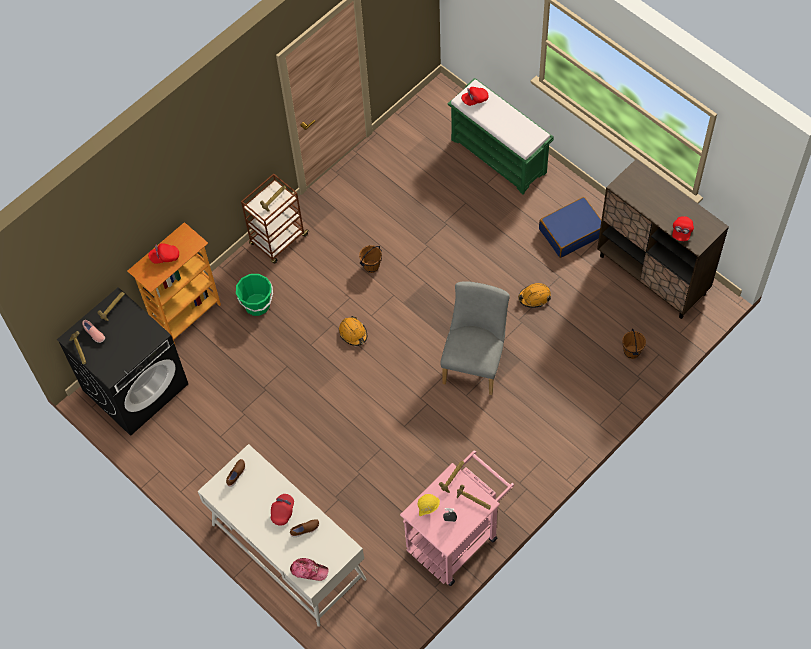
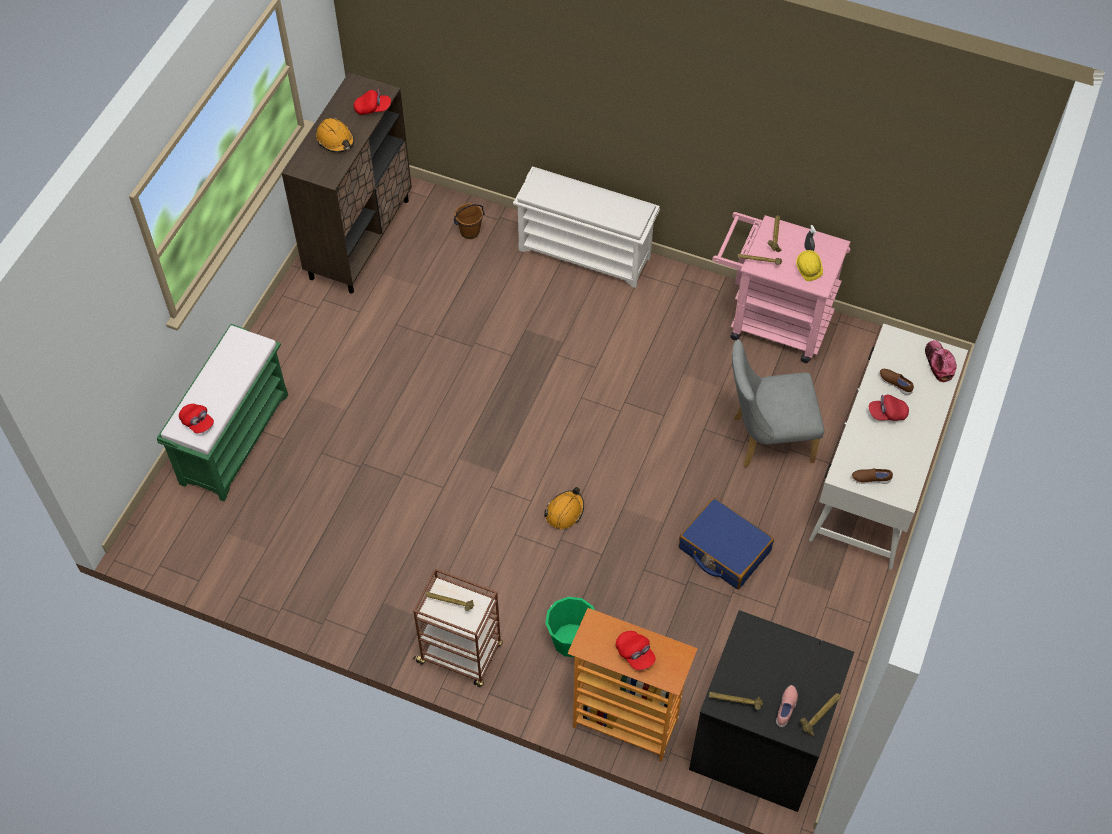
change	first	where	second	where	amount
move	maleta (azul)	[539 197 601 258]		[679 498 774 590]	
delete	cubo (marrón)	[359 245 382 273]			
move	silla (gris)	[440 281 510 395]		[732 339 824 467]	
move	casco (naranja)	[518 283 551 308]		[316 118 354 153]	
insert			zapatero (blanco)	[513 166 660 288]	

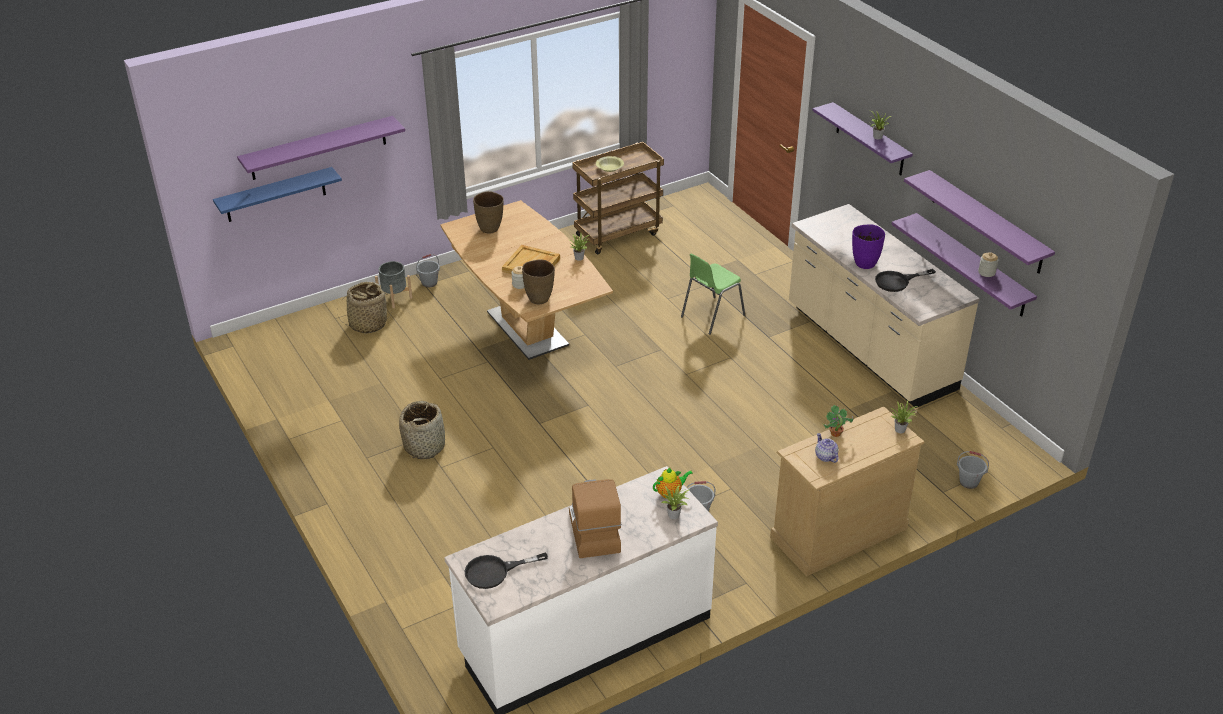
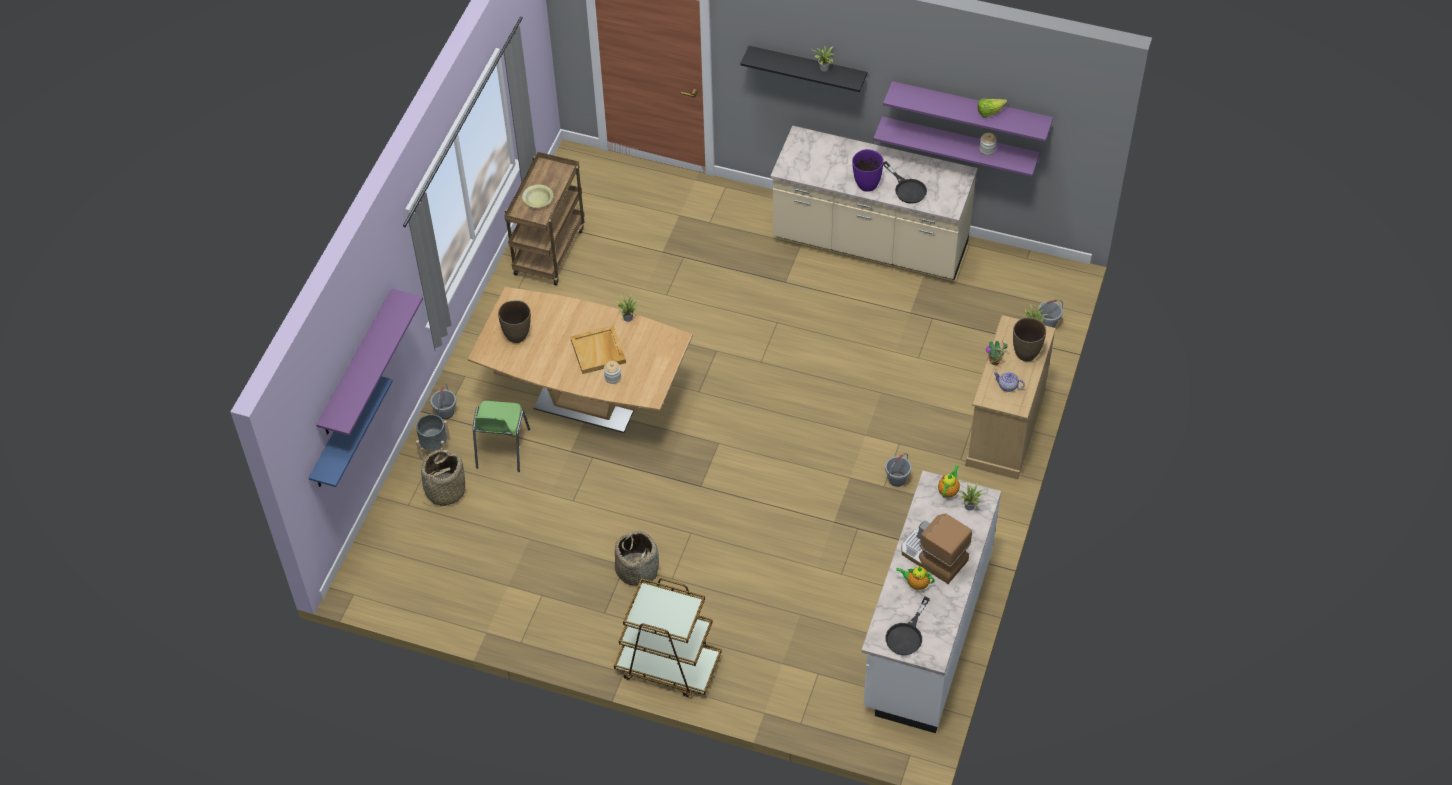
change	first	where	second	where	amount
recolor	estante (morado)	[812 102 913 175]	estante (negro)	[740 46 867 92]	
move	silla (verde)	[681 254 745 335]		[473 401 530 472]	
move	florero (marrón)	[522 259 555 304]		[1013 318 1046 361]	
rotate	sartén (negro)	[875 269 936 292]		[883 161 927 204]	60 degrees counterclockwise
insert			lechuga	[977 99 1007 118]	
insert			tetera	[896 567 935 590]	
insert			carrito (marrón)	[614 578 722 697]	

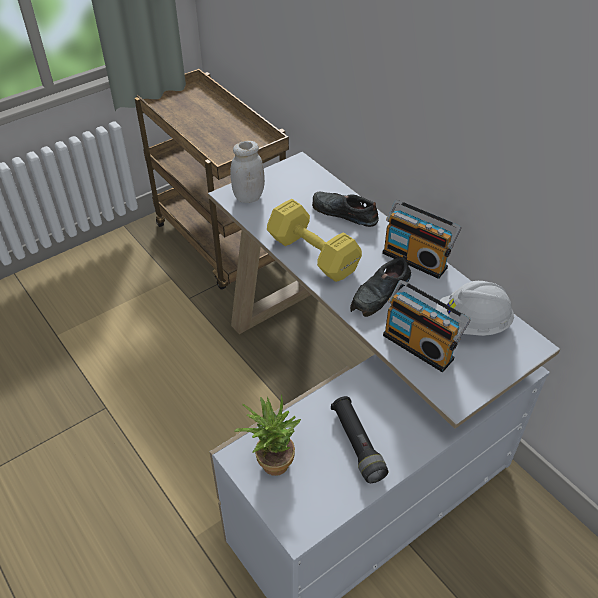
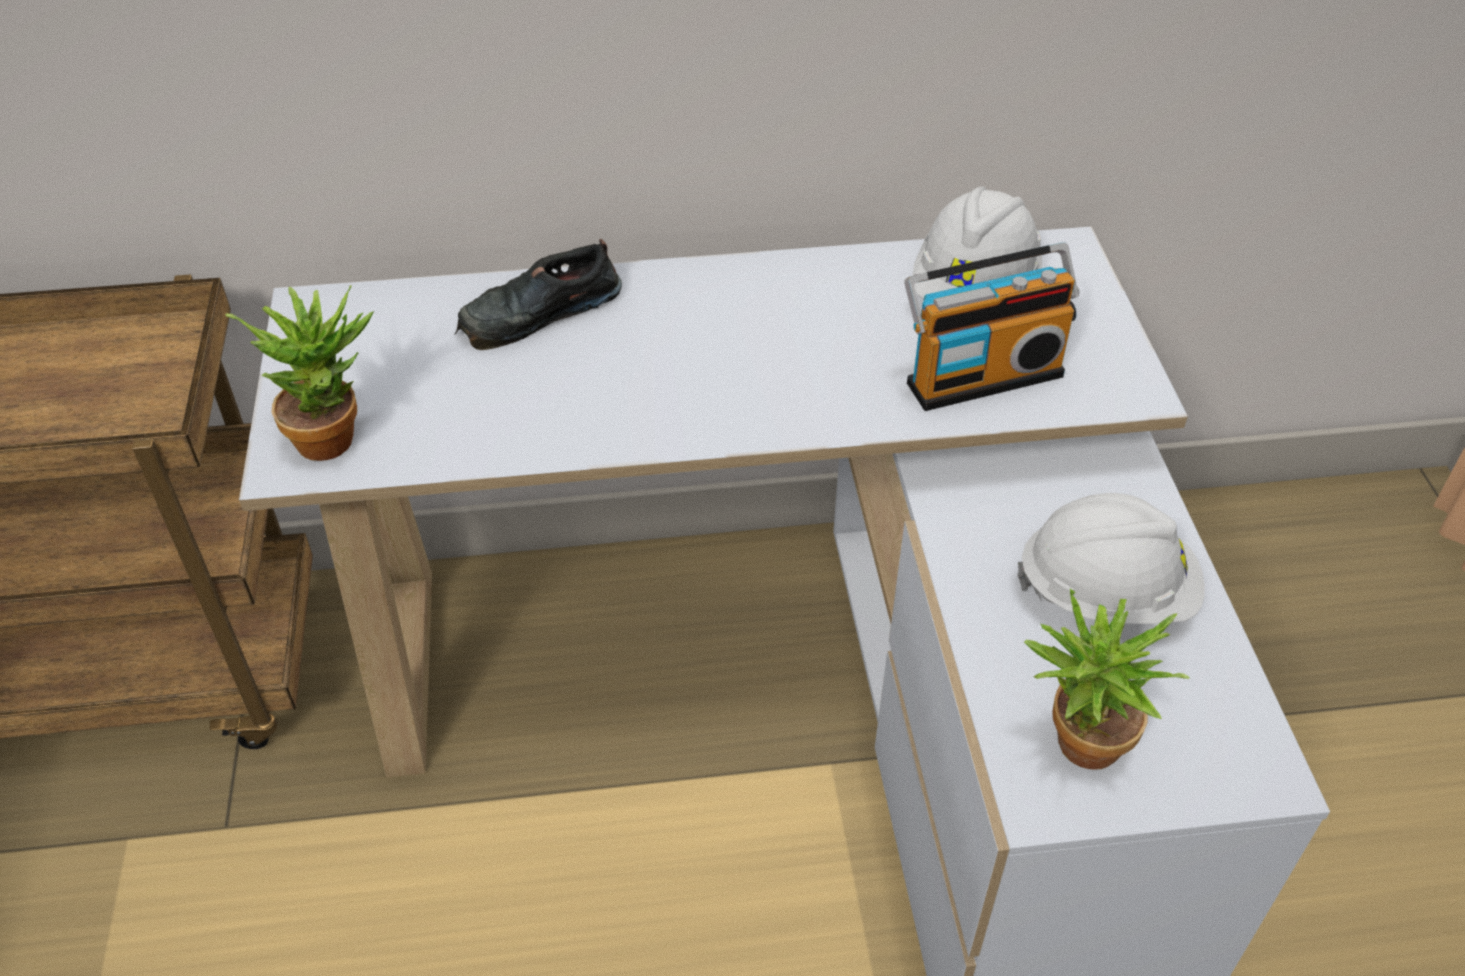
change	first	where	second	where	amount
replace	tarro (blanco)	[230 141 265 203]	planta en maceta	[225 285 374 461]	
delete	mancuerna (amarillo)	[267 199 362 282]			
delete	radio	[382 200 461 279]			
delete	zapato (negro)	[350 255 411 317]			
replace	linterna (negro)	[331 396 388 483]	casco (blanco)	[1017 493 1205 624]	

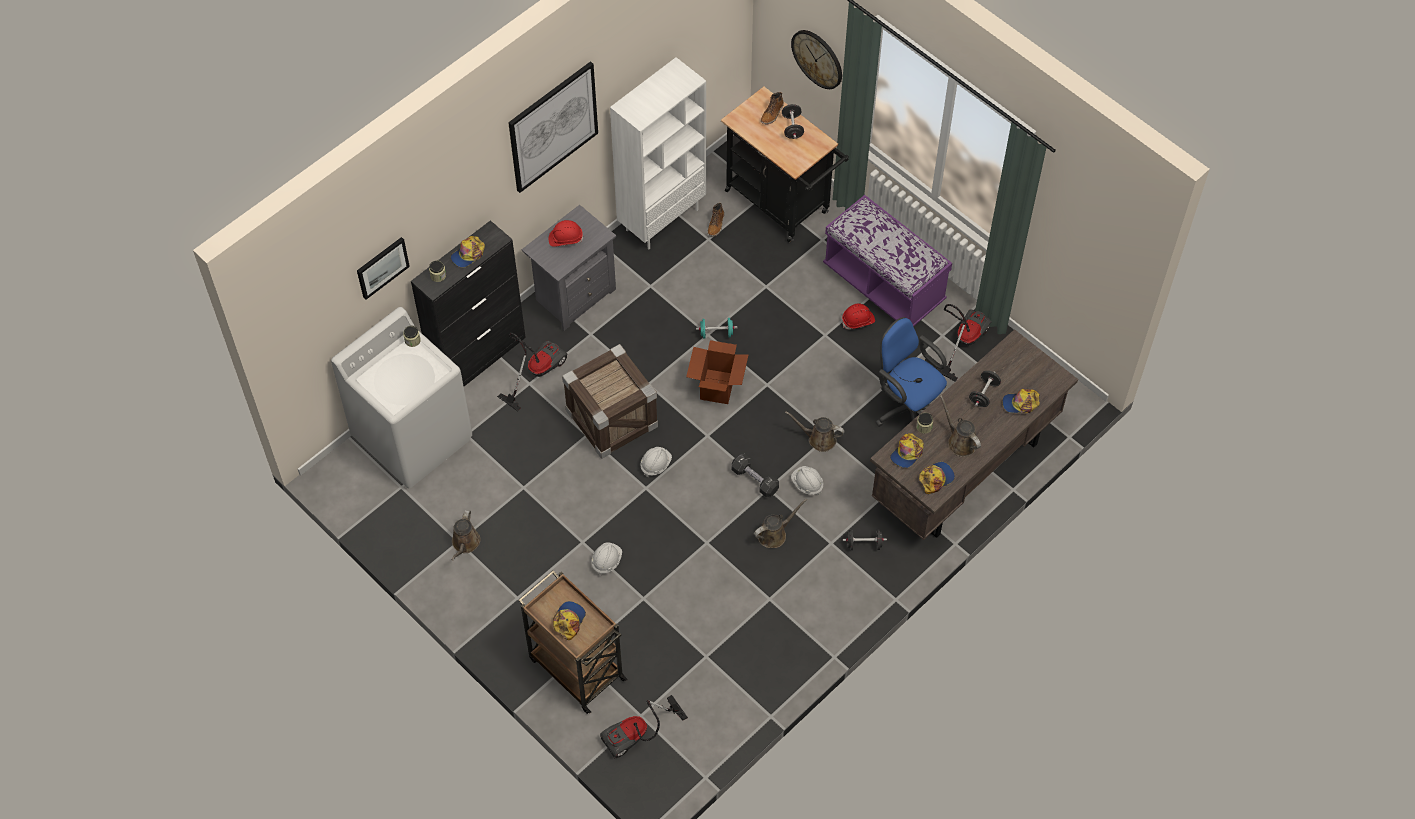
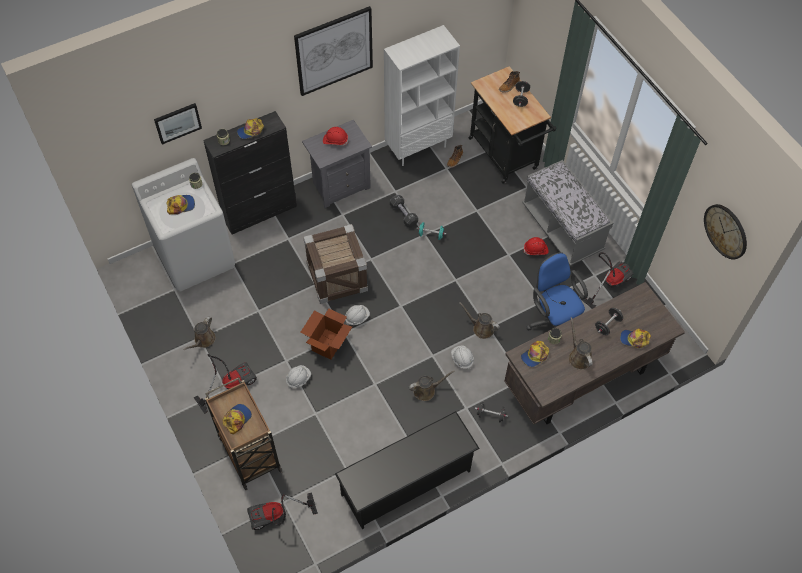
change	first	where	second	where	amount
move	reloj de pared	[791 30 842 89]		[704 204 747 259]	
recolor	banco (morado)	[823 195 952 327]	banco (gris)	[522 160 613 266]	
move	aspiradora	[497 333 568 411]		[194 354 257 414]	
move	caja de cartón	[686 340 749 404]		[300 308 352 360]	
move	mancuerna (negro)	[732 454 779 497]		[390 195 418 227]	
move	gorra	[919 462 955 494]		[166 195 195 215]	
insert			zapatero (negro)	[335 411 480 529]	

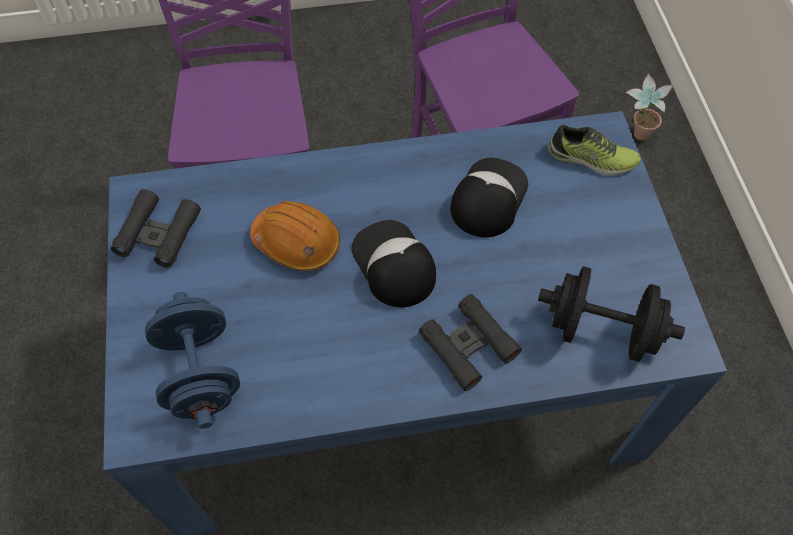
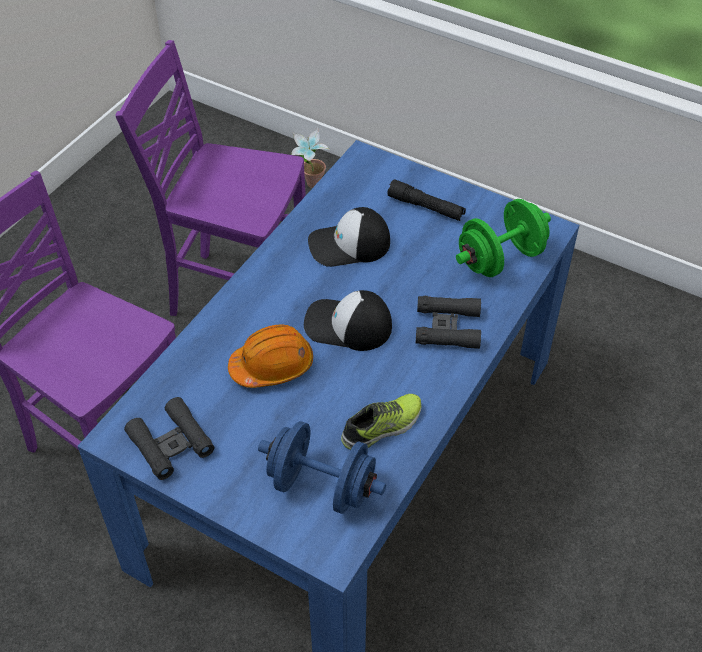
change	first	where	second	where	amount
move	zapato	[548 125 640 176]		[341 394 421 450]	
rotate	gorra	[450 158 528 237]		[308 207 390 267]	75 degrees counterclockwise
recolor	mancuerna (negro)	[538 266 685 362]	mancuerna (verde)	[456 199 551 277]	
insert			linterna (negro)	[387 180 466 221]	

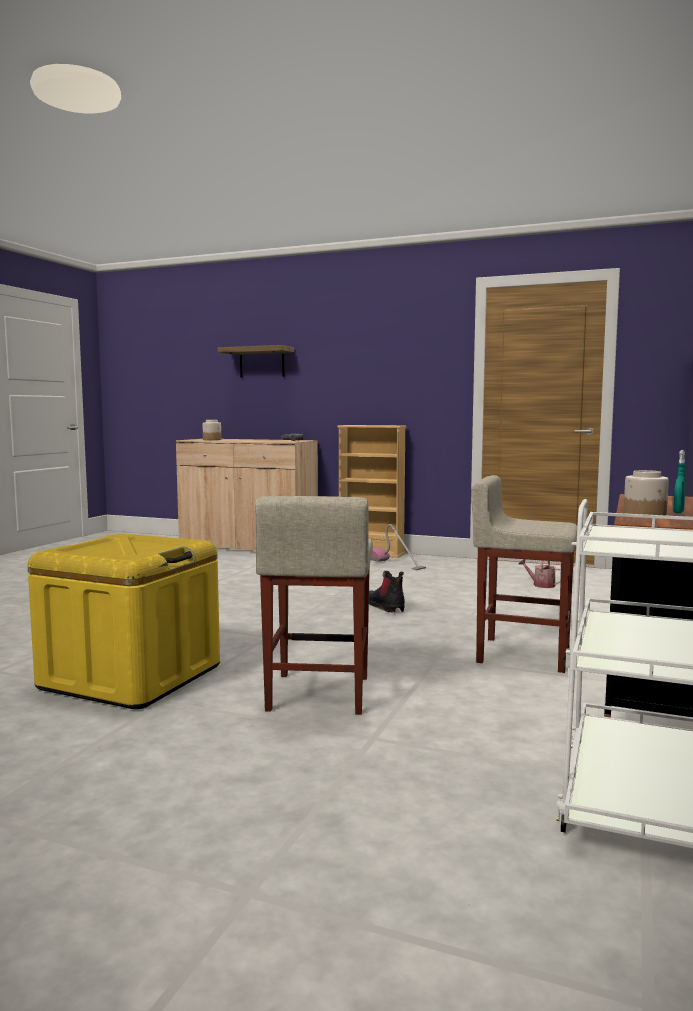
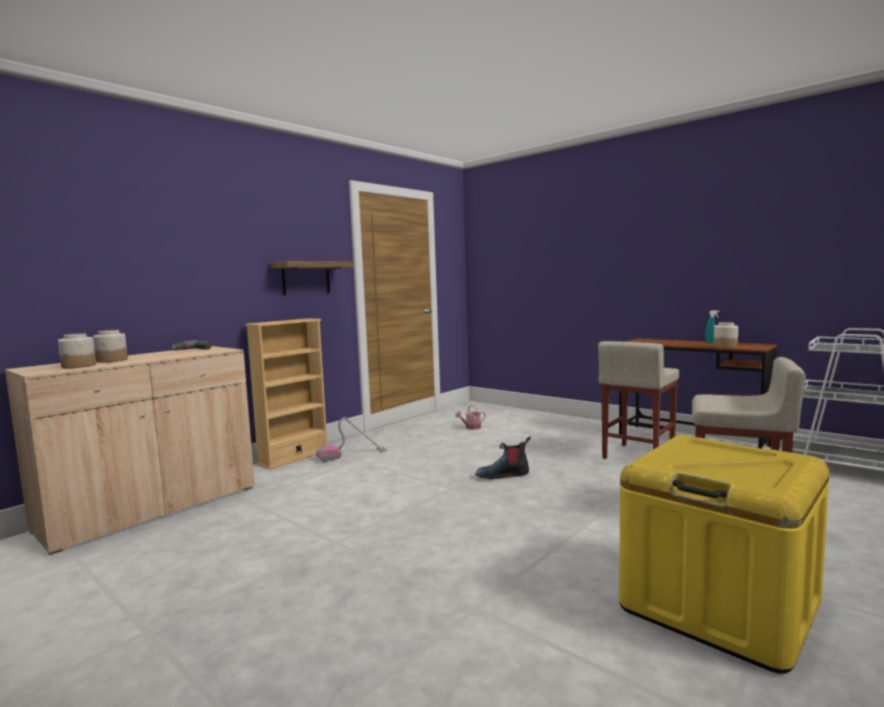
change	first	where	second	where	amount
move	estante	[218 345 294 377]		[270 261 354 295]	
insert			tarro	[93 330 128 363]	

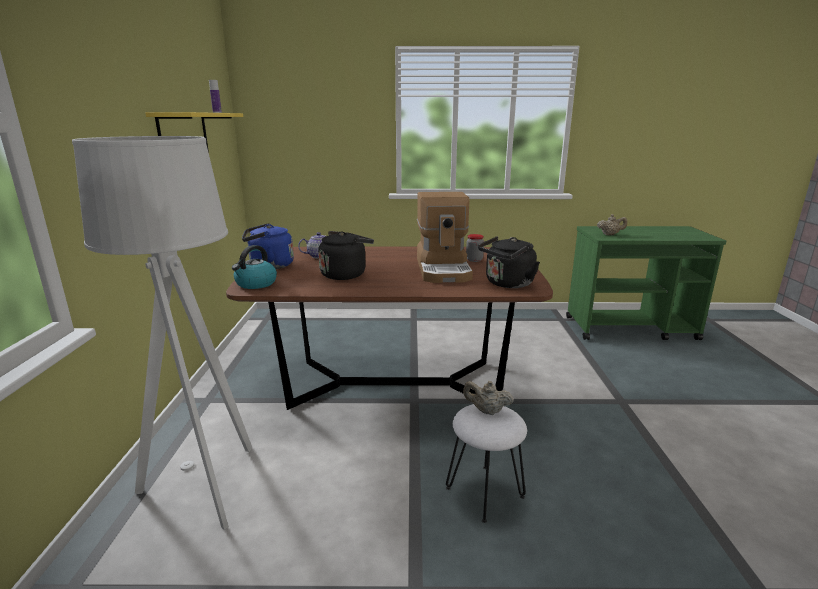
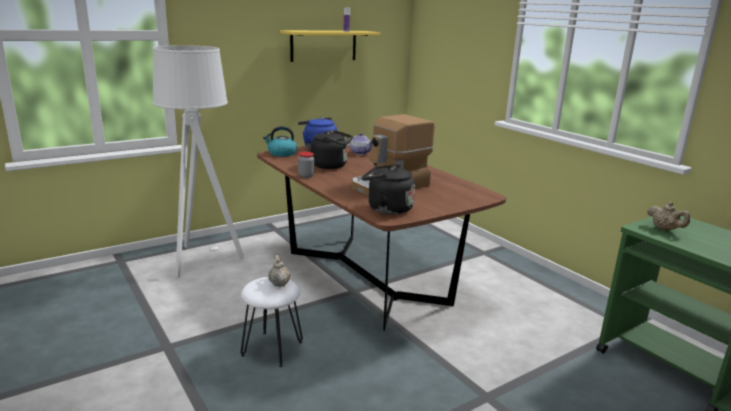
change	first	where	second	where	amount
move	tarro	[466 234 484 262]		[298 152 314 178]	

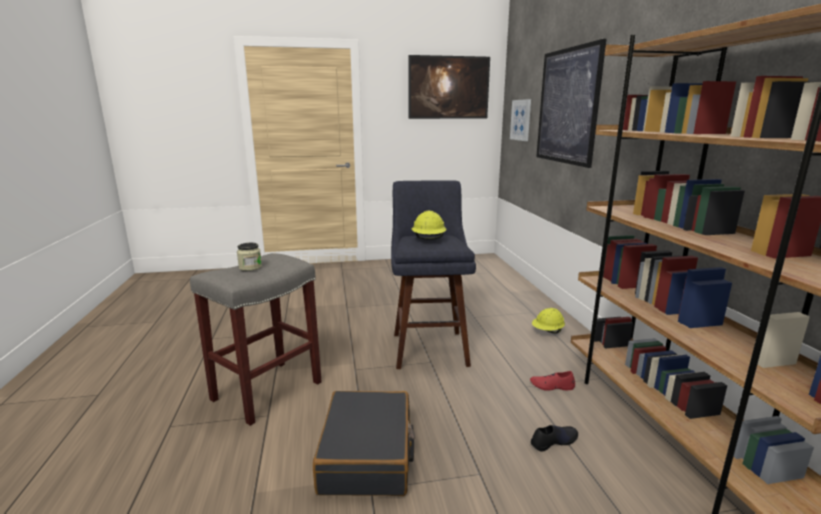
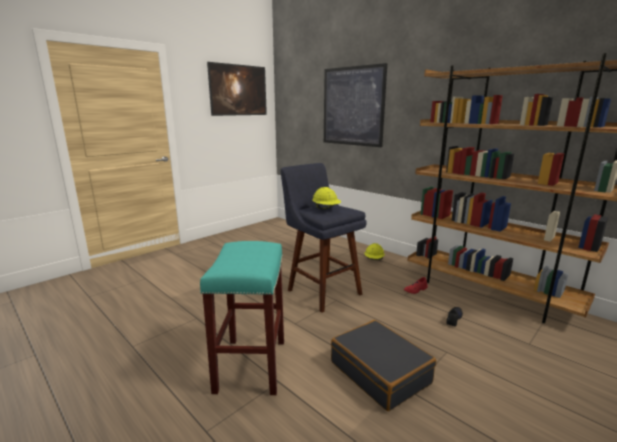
change	first	where	second	where	amount
delete	cuadro	[510 99 531 141]			
delete	tarro	[237 243 262 271]			
recolor	taburete (gris)	[190 253 322 426]	taburete (turquesa)	[200 241 284 395]	

